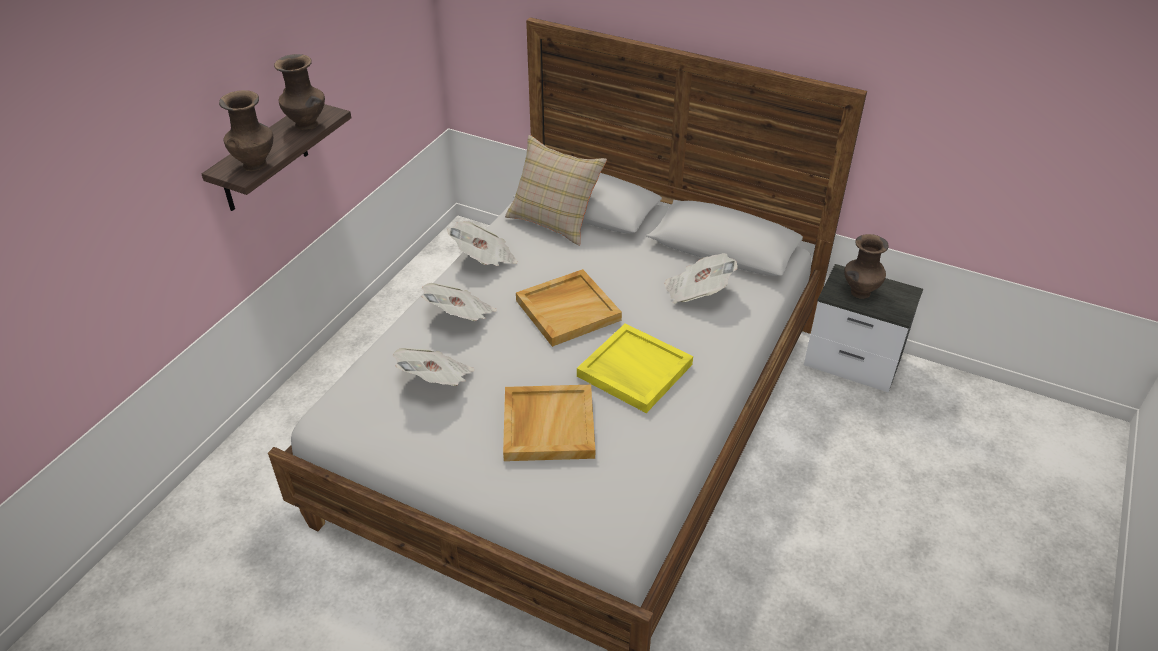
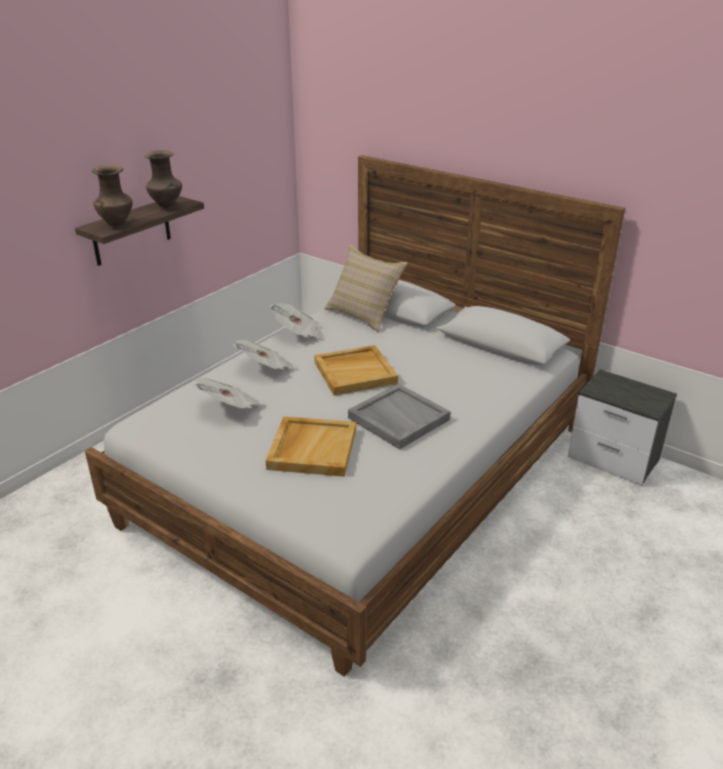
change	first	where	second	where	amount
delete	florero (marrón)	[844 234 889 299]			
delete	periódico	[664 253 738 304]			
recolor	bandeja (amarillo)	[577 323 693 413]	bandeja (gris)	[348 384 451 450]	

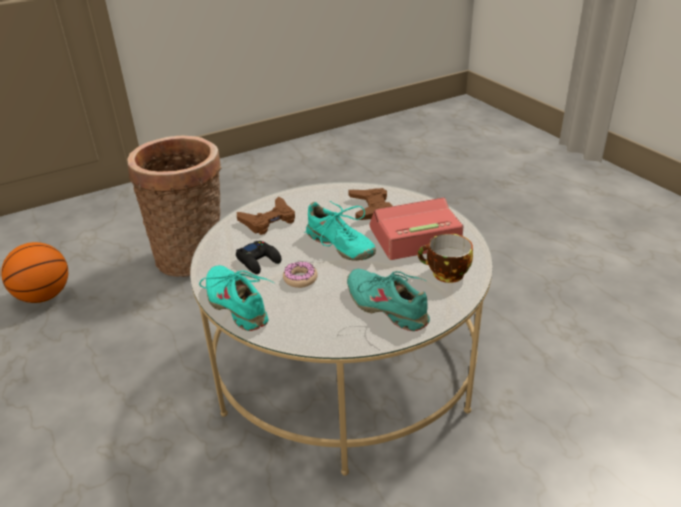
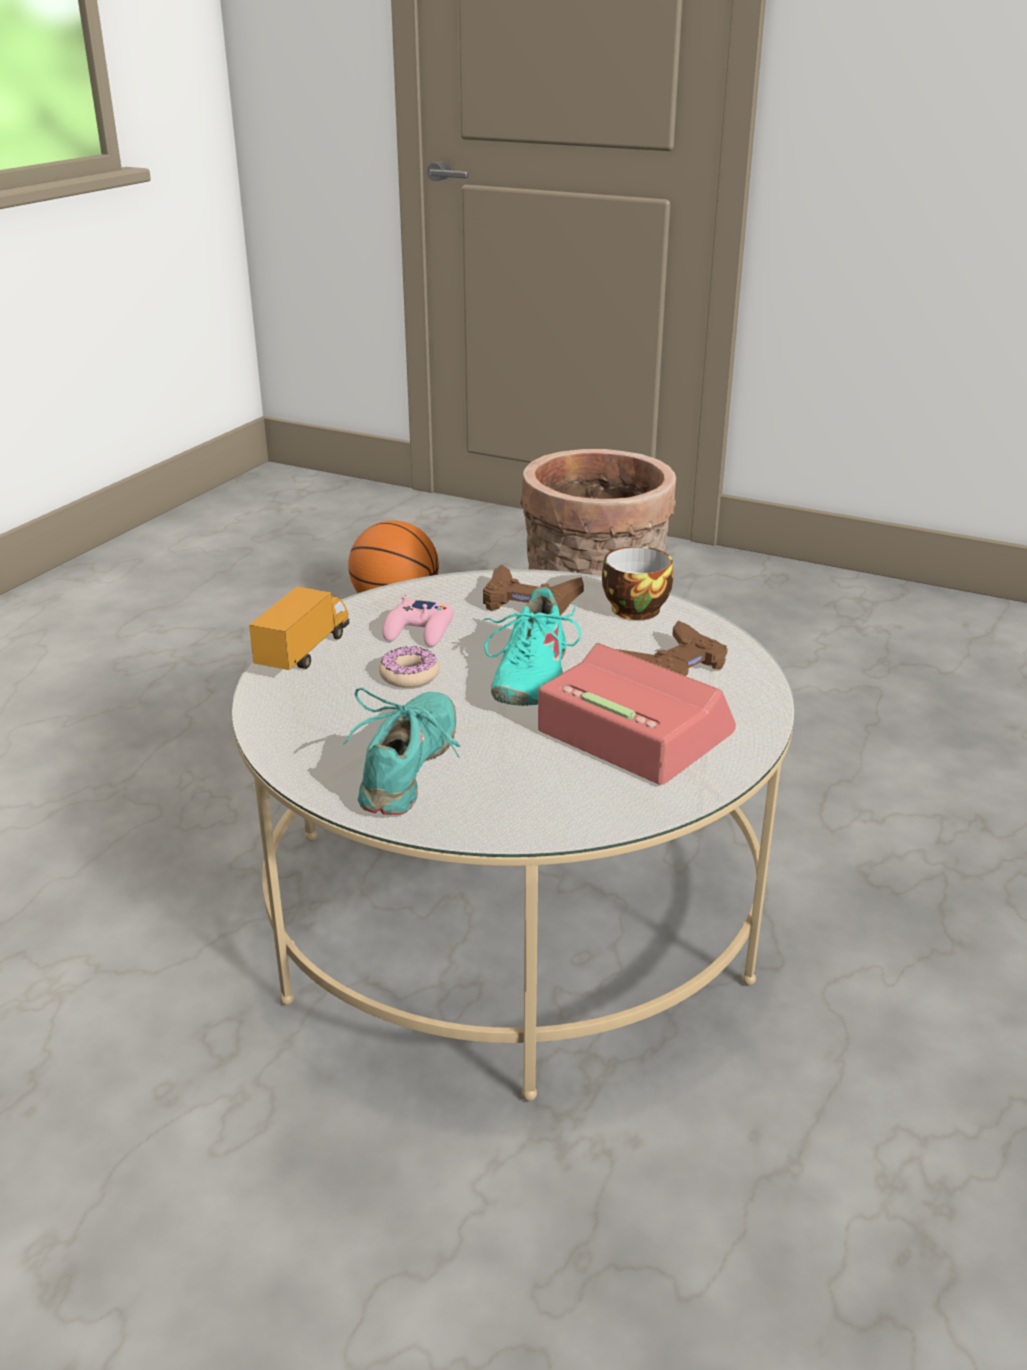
change	first	where	second	where	amount
move	taza	[418 233 473 283]		[602 546 673 620]	
recolor	mando de consola (negro)	[236 241 282 274]	mando de consola (rosa)	[382 595 453 647]	
replace	zapato (turquesa)	[199 265 274 331]	camión de juguete	[249 587 349 670]	

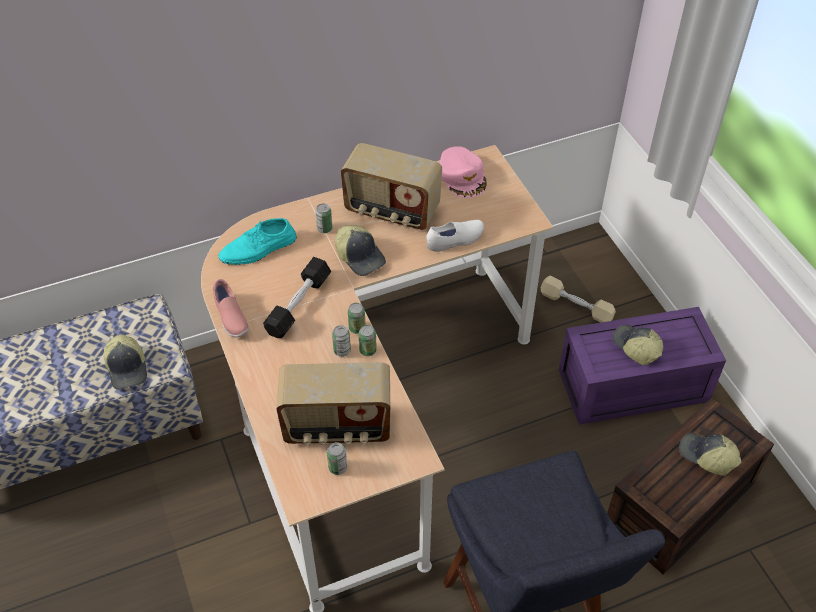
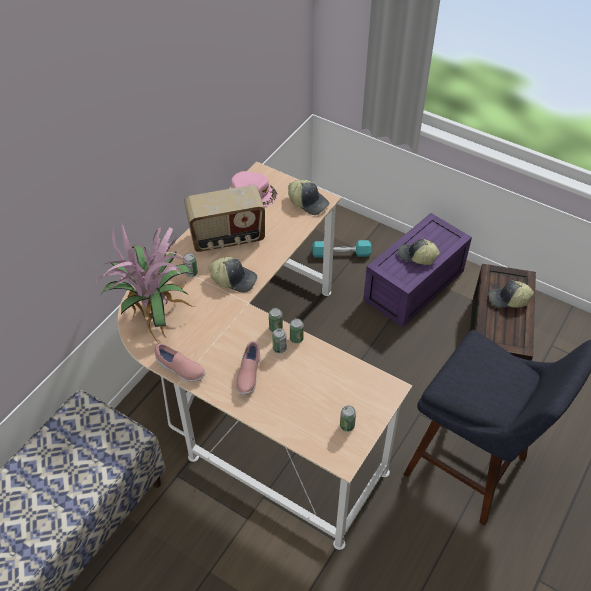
change	first	where	second	where	amount
replace	zapato (turquesa)	[219 218 297 265]	planta en maceta	[95 223 195 344]	
delete	zapato (blanco)	[426 220 484 252]			
delete	mancuerna (negro)	[263 257 331 338]			
recolor	mancuerna (beis)	[541 276 616 323]	mancuerna (turquesa)	[312 240 371 258]	
move	gorra	[103 334 147 390]		[288 180 329 215]	
delete	radio	[276 362 390 445]			
insert			zapato (rosa)	[236 341 261 395]	

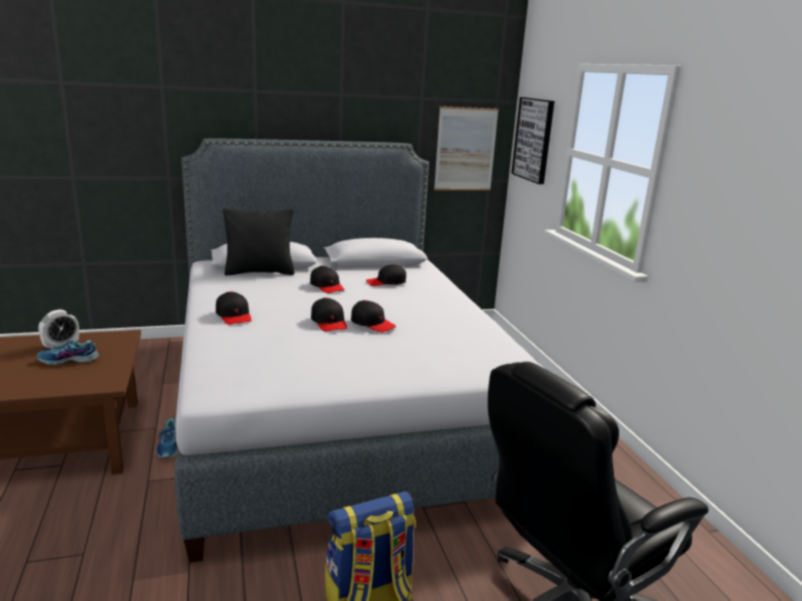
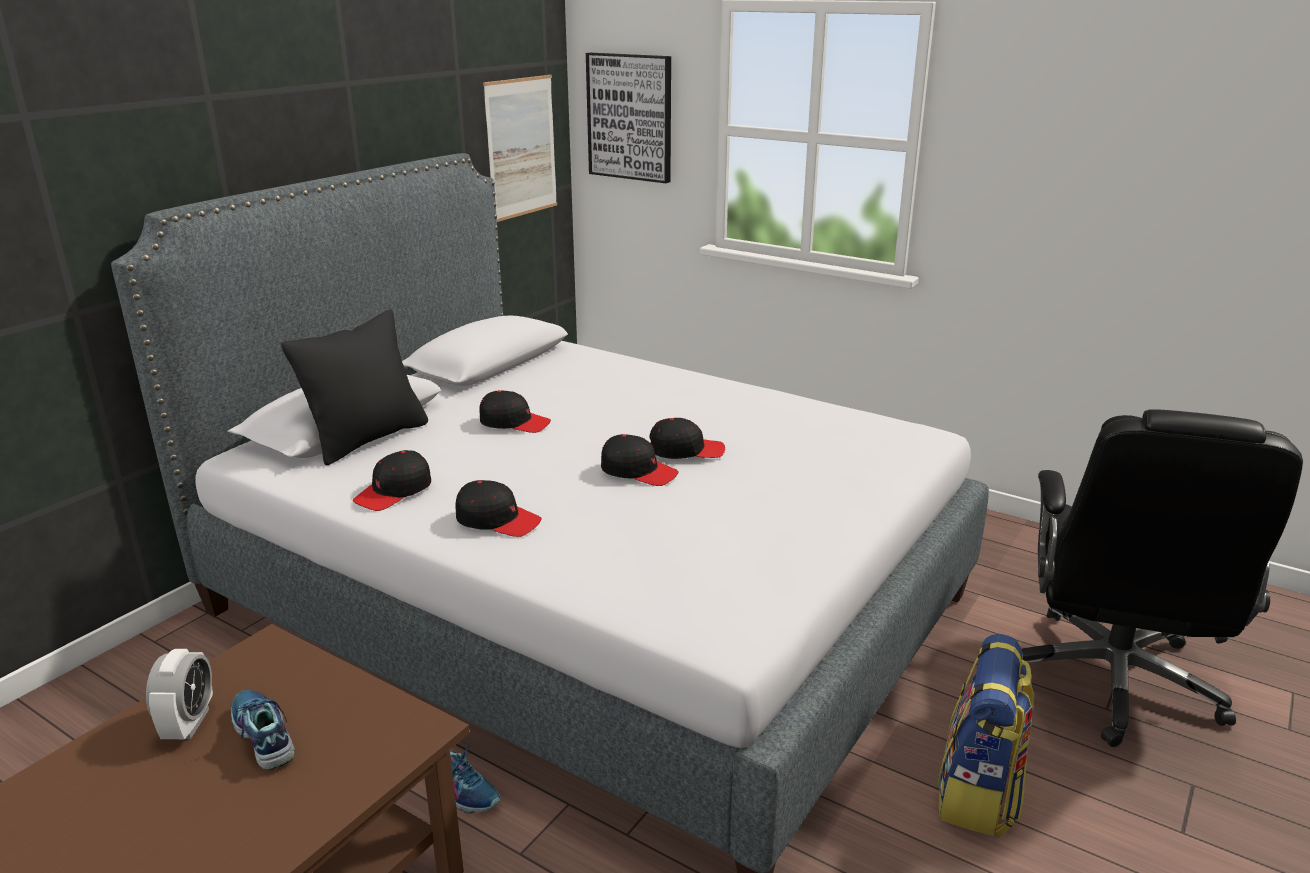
change	first	where	second	where	amount
move	gorra (negro)	[366 264 406 286]		[353 450 431 511]	
rotate	zapato	[37 340 99 365]		[229 690 295 770]	105 degrees clockwise

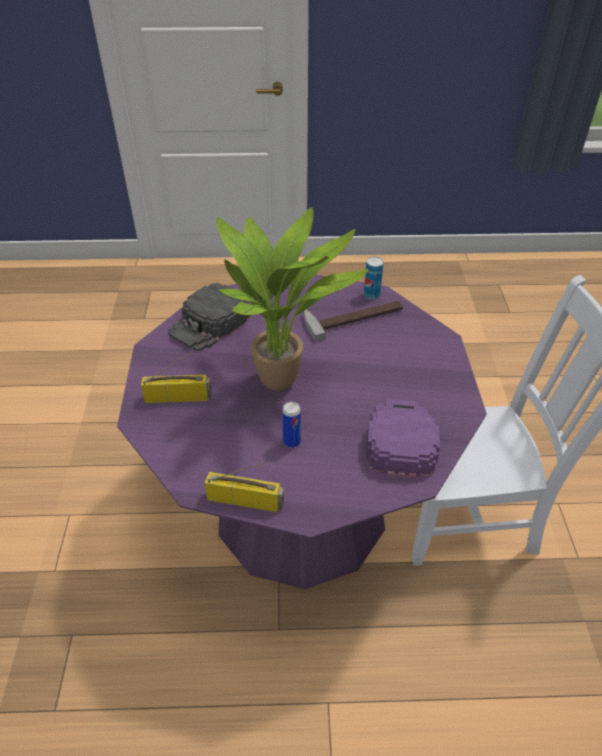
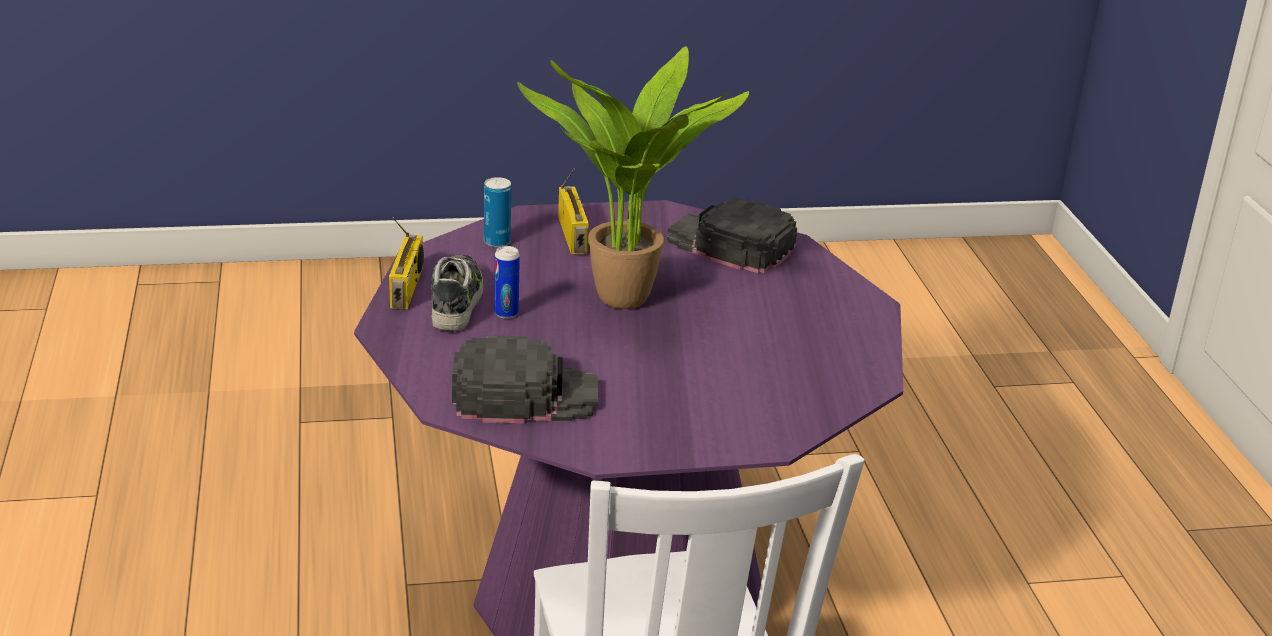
change	first	where	second	where	amount
move	lata	[364 257 383 299]		[484 177 511 247]	
delete	martillo	[303 300 403 342]			
recolor	gorra (morado)	[366 399 440 478]	gorra (negro)	[452 335 598 423]	
insert			zapato	[431 254 483 331]	

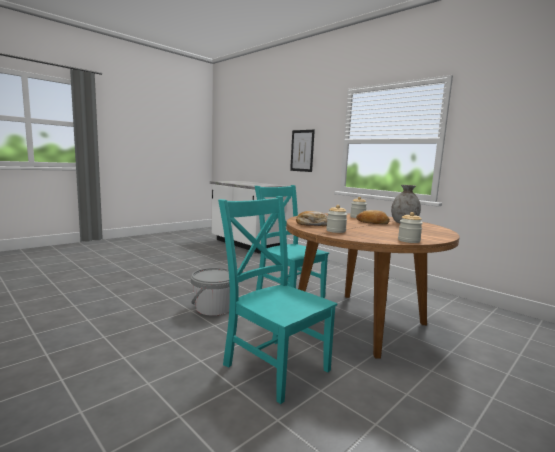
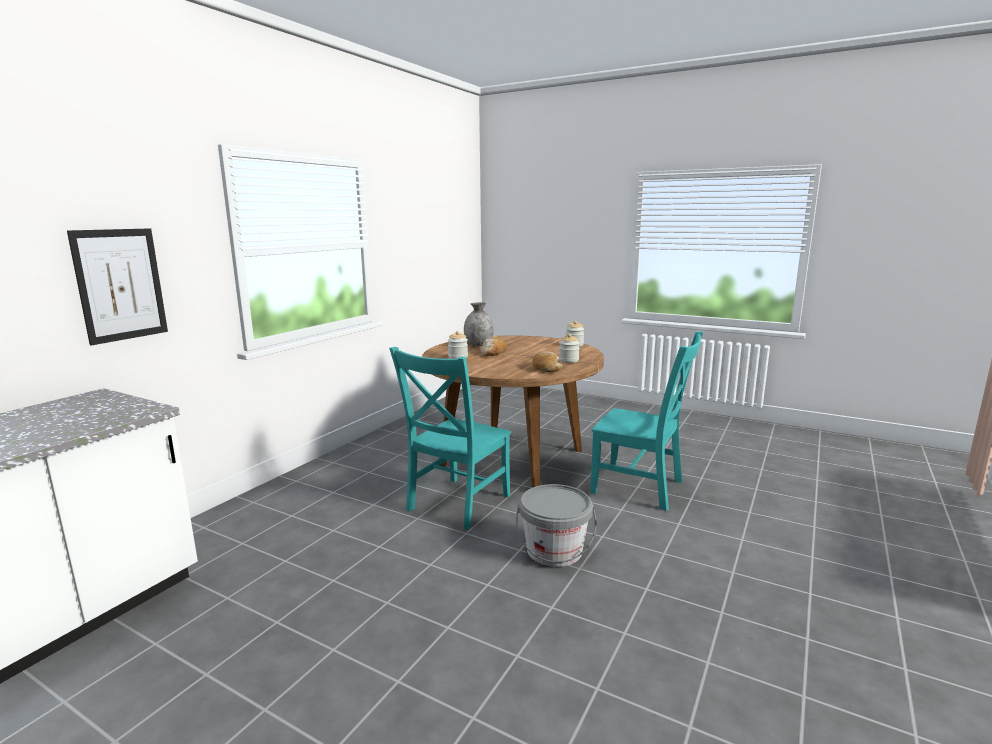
change	first	where	second	where	amount
rotate	silla (turquesa)	[218 196 338 404]		[590 331 703 511]	90 degrees counterclockwise

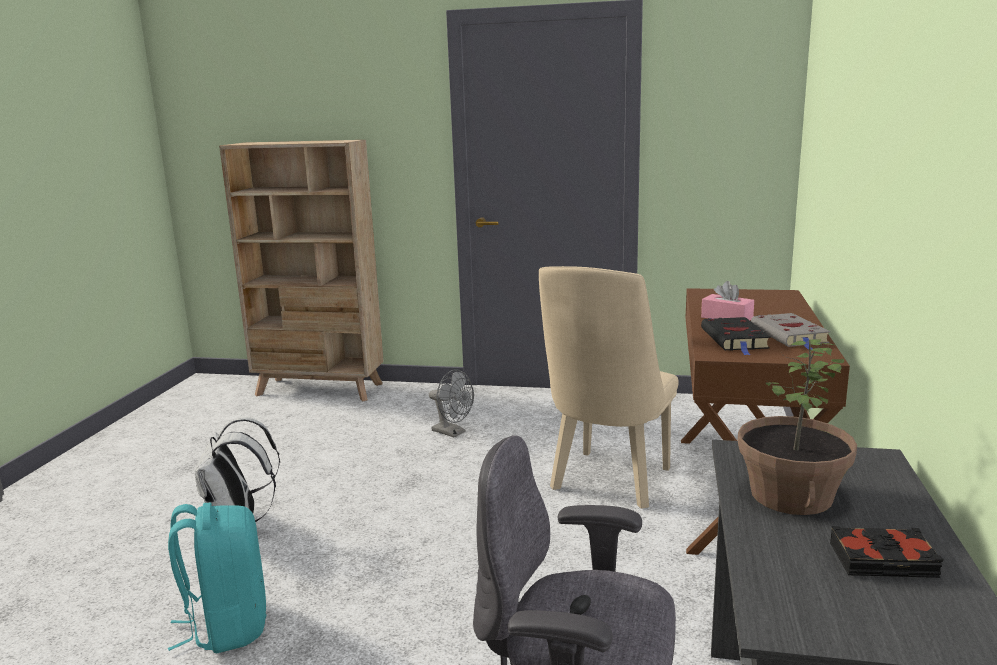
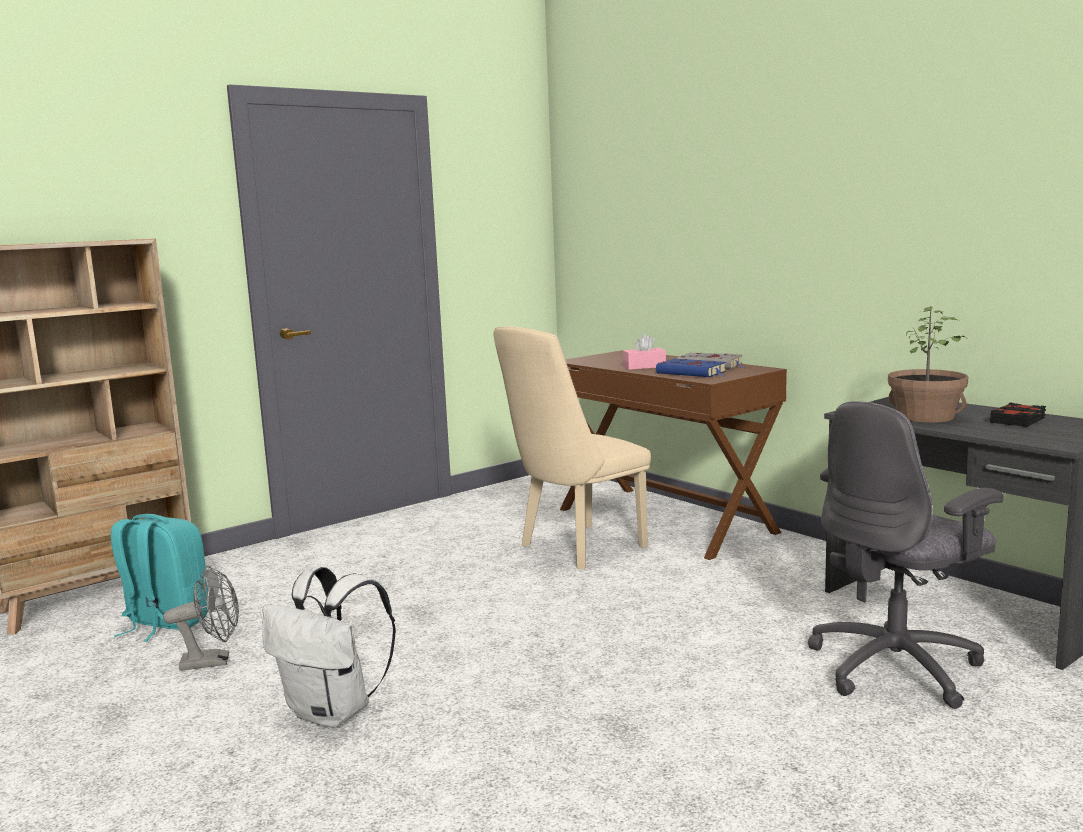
change	first	where	second	where	amount
rotate	silla (beis)	[539 266 679 509]		[494 326 651 569]	75 degrees clockwise
recolor	libro (negro)	[701 317 771 355]	libro (azul)	[656 359 726 377]	
move	ventilador (gris)	[429 370 474 438]		[163 566 239 671]	
move	mochila (turquesa)	[168 503 266 653]		[111 514 208 642]	

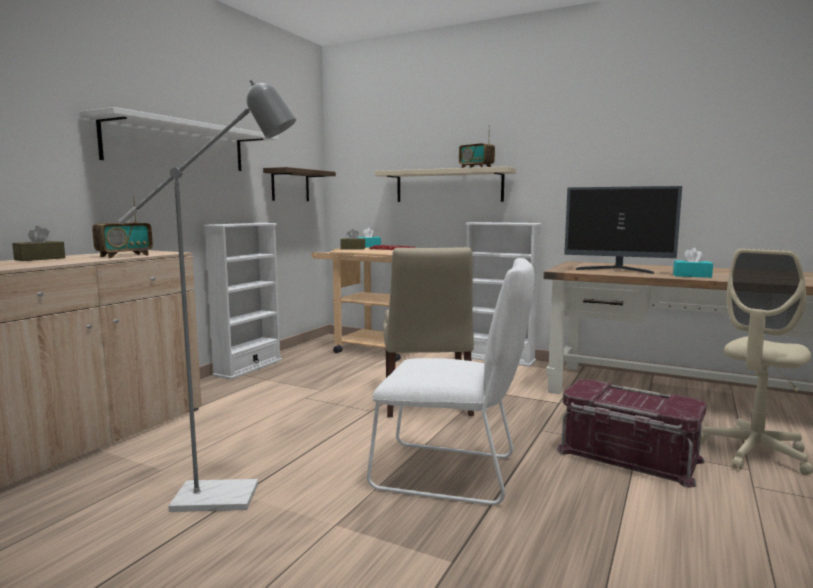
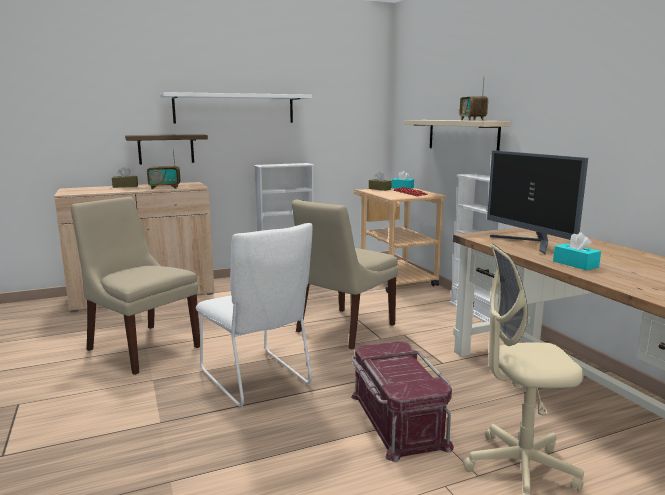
change	first	where	second	where	amount
replace	lámpara de pie (gris)	[119 80 296 512]	silla (beis)	[71 197 200 375]	
move	estante	[263 167 336 201]		[125 134 208 165]	

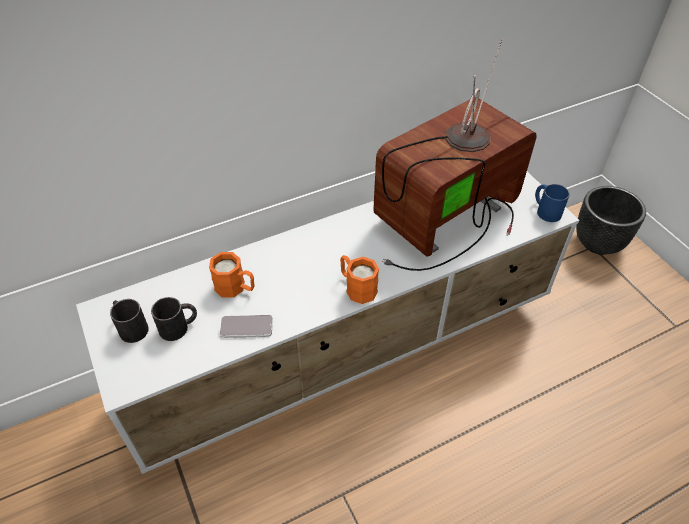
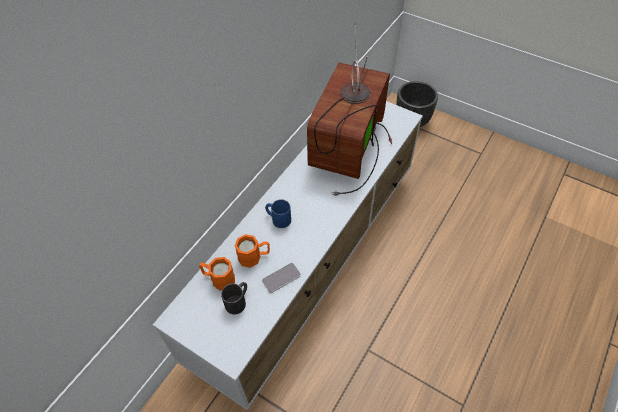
change	first	where	second	where	amount
move	taza grande (azul)	[535 184 570 222]		[265 199 291 228]	
move	taza grande (naranja)	[340 255 379 304]		[199 257 235 291]	
delete	taza grande (negro)	[110 299 149 343]			

